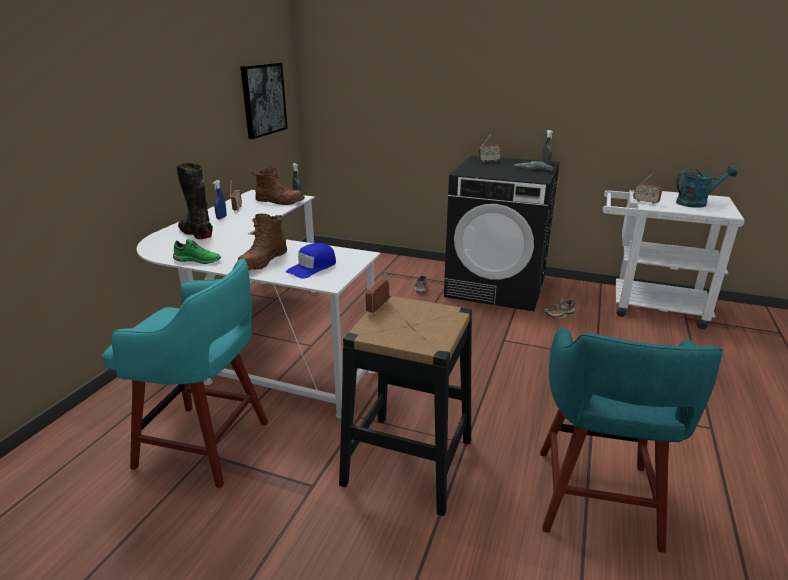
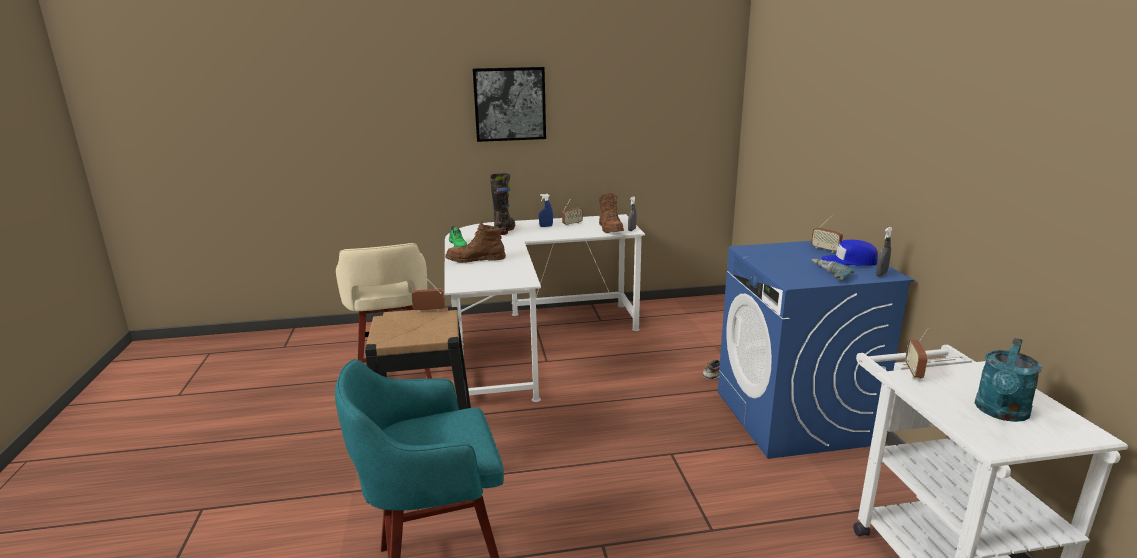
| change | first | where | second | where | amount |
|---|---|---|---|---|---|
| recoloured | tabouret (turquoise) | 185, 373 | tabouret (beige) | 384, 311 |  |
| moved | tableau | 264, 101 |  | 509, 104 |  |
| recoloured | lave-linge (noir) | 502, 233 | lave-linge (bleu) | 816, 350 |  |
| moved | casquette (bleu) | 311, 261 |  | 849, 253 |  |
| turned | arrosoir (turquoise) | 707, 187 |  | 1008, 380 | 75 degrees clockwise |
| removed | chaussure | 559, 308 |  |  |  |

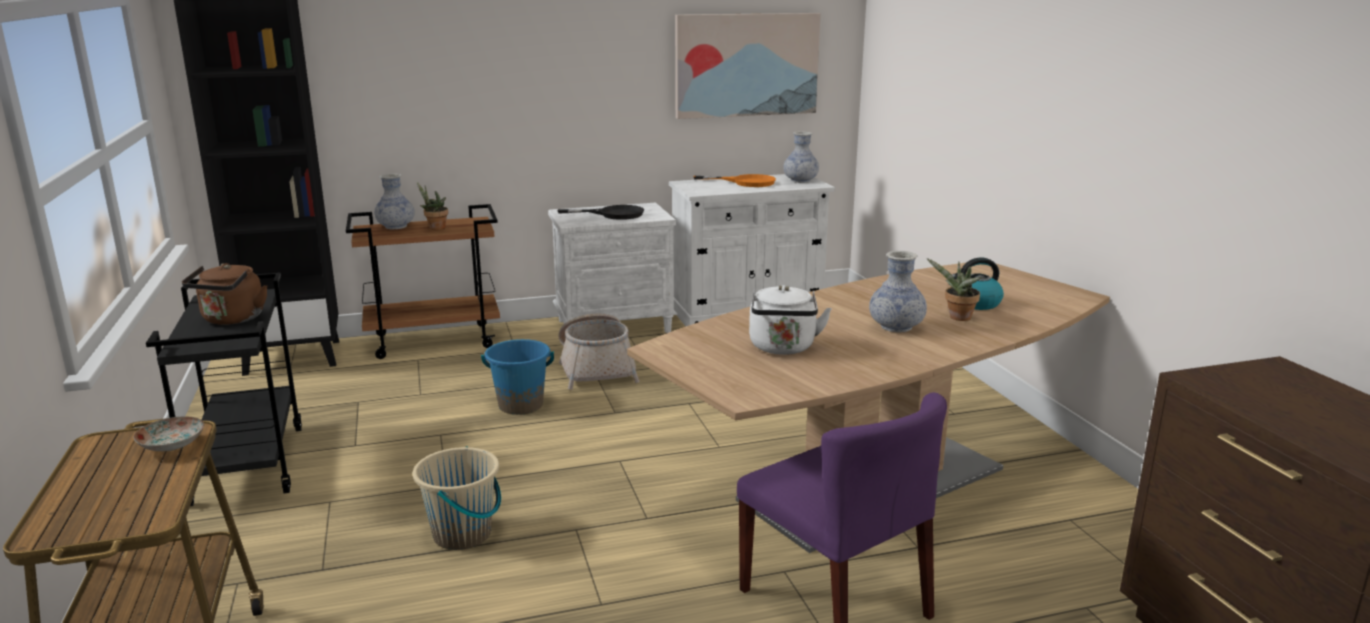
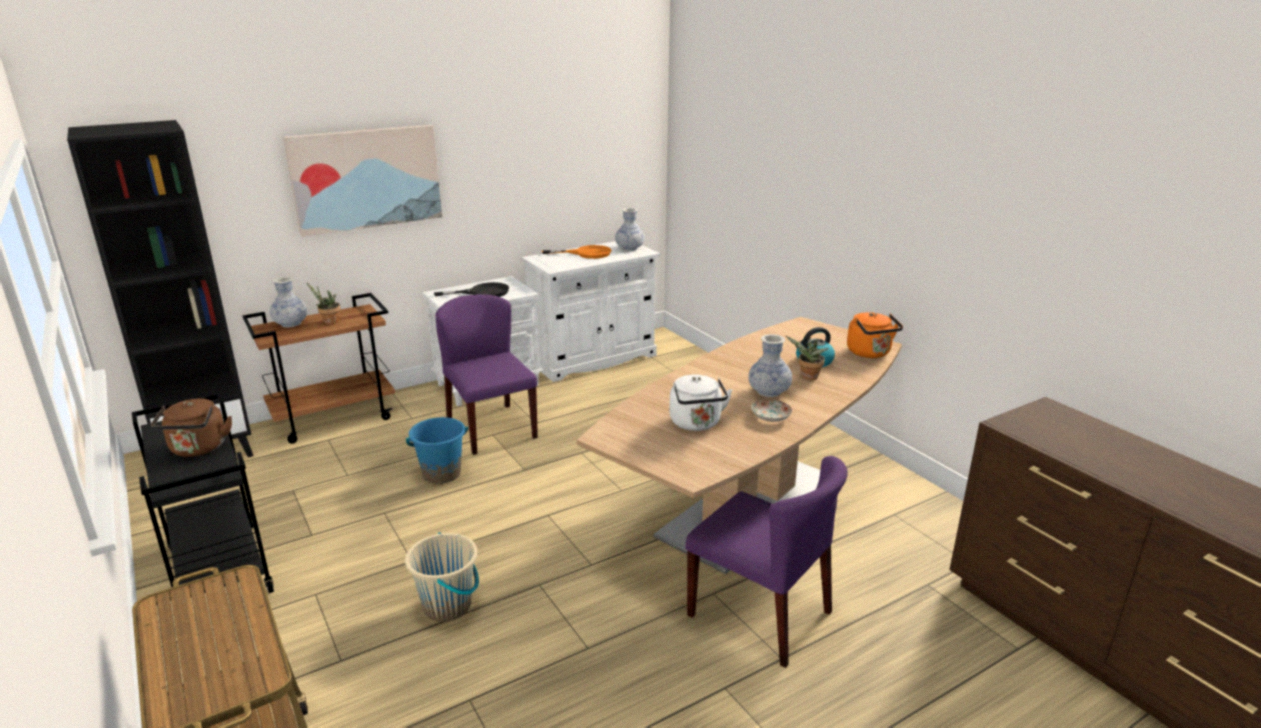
| change | first | where | second | where | amount |
|---|---|---|---|---|---|
| moved | tableau | 748, 66 |  | 362, 181 |  |
| replaced | panier | 599, 352 | chaise (violet) | 486, 374 |  |
| moved | assiette | 168, 433 |  | 771, 410 |  |
| added |  |  | bouilloire (orange) | 875, 335 |  |

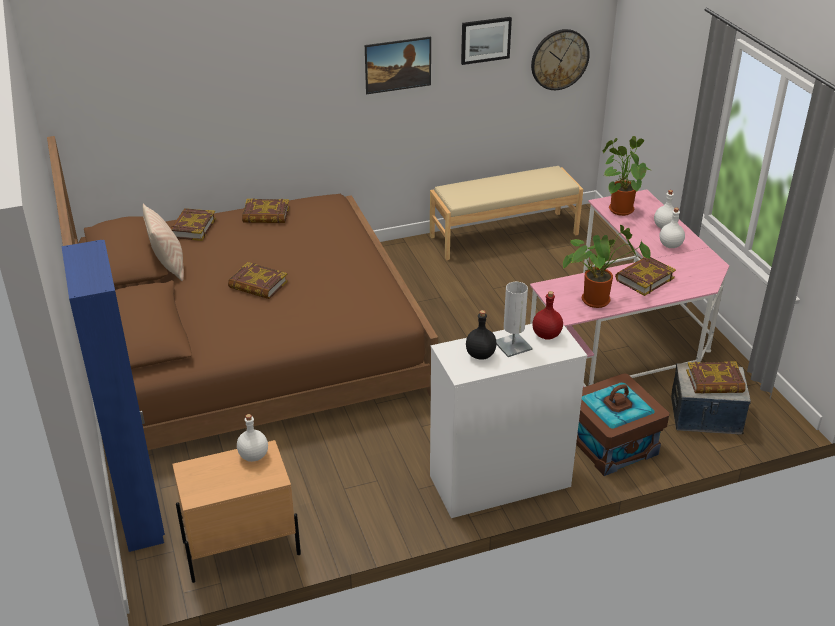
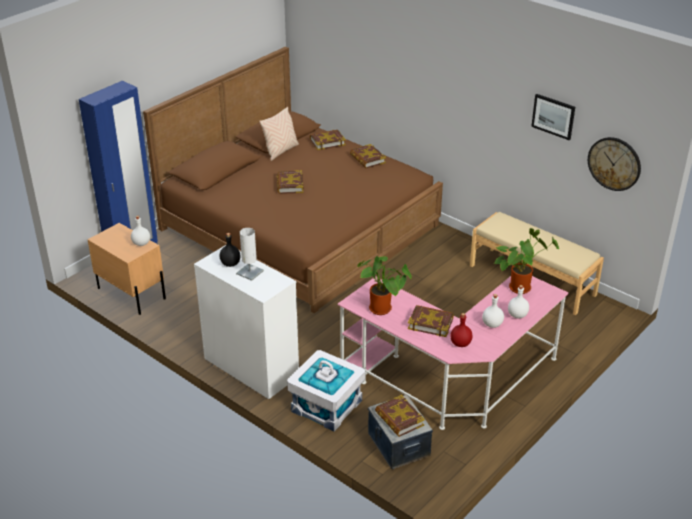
| change | first | where | second | where | amount |
|---|---|---|---|---|---|
| recoloured | boîte de rangement (marron) | 623, 424 | boîte de rangement (blanc) | 326, 391 |  |
| moved | bouteille (rouge) | 547, 315 |  | 461, 330 |  |
| removed | tableau | 398, 65 |  |  |  |

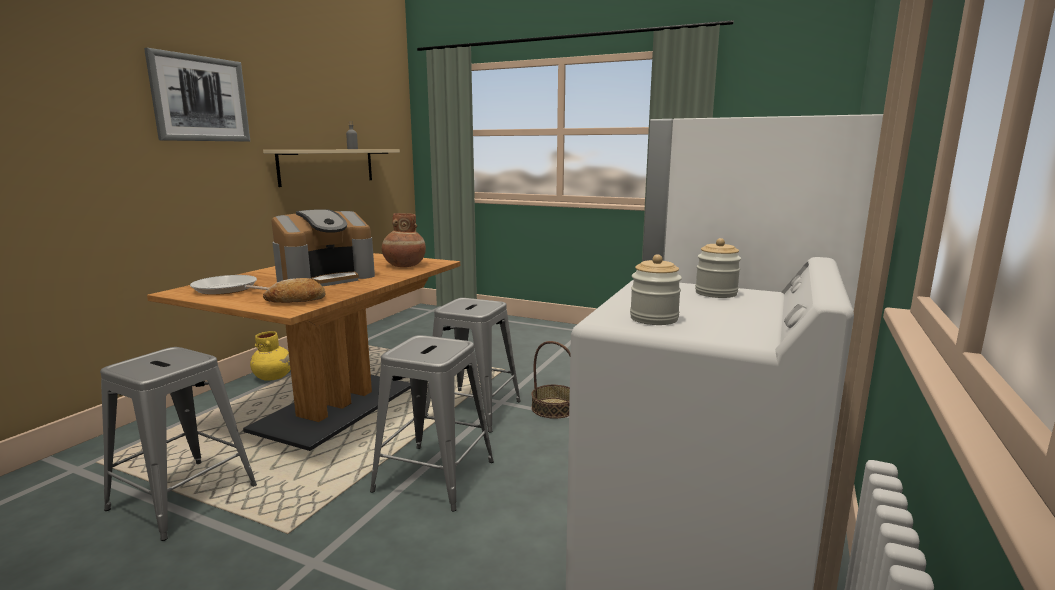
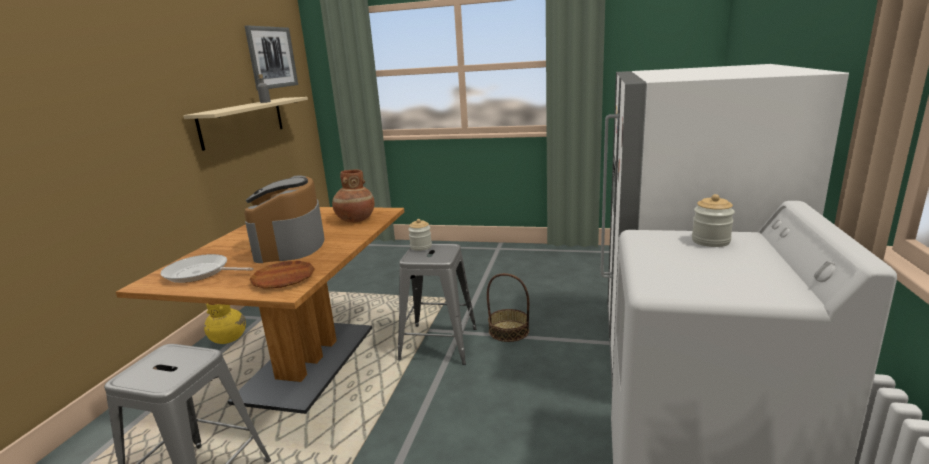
| change | first | where | second | where | amount |
|---|---|---|---|---|---|
| turned | machine à café | 323, 247 |  | 284, 219 | 135 degrees clockwise |
| moved | tableau | 197, 95 |  | 271, 57 |  |
| replaced | pain | 294, 290 | assiette (marron) | 282, 275 |  |
| moved | bocal | 656, 289 |  | 420, 235 |  |
| removed | tabouret (gris) | 432, 423 |  |  |  |

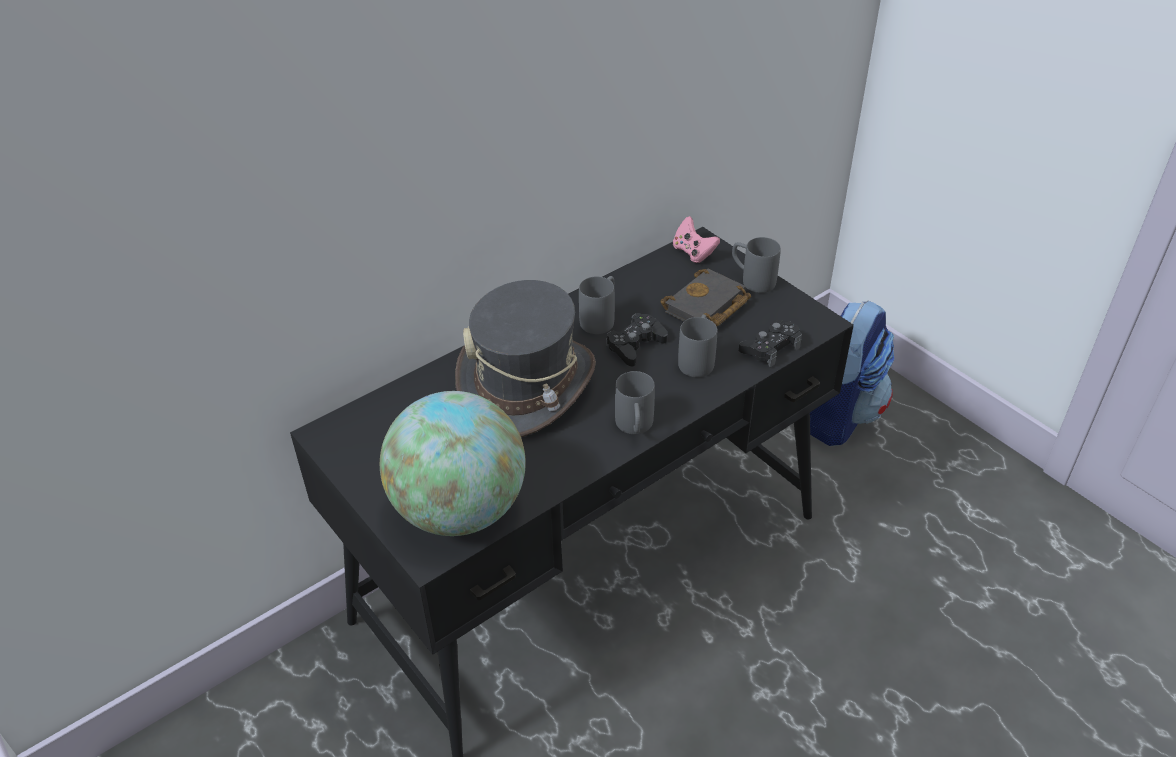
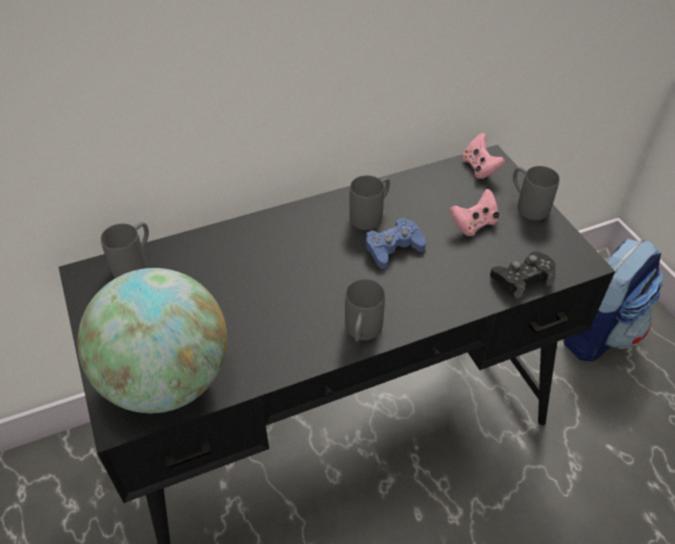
| change | first | where | second | where | amount |
|---|---|---|---|---|---|
| moved | mug (gris) | 697, 345 |  | 125, 250 |  |
| recoloured | manette (noir) | 636, 340 | manette (bleu) | 396, 243 |  |
| replaced | livre (noir) | 705, 297 | manette (rose) | 474, 212 |  |
| removed | chapeau (gris) | 525, 358 |  |  |  |

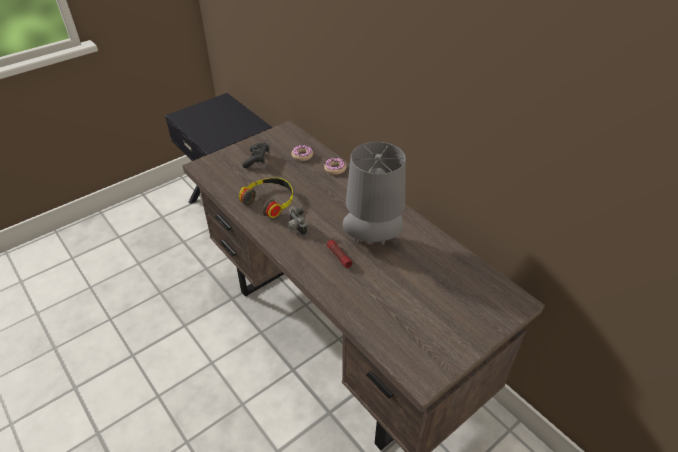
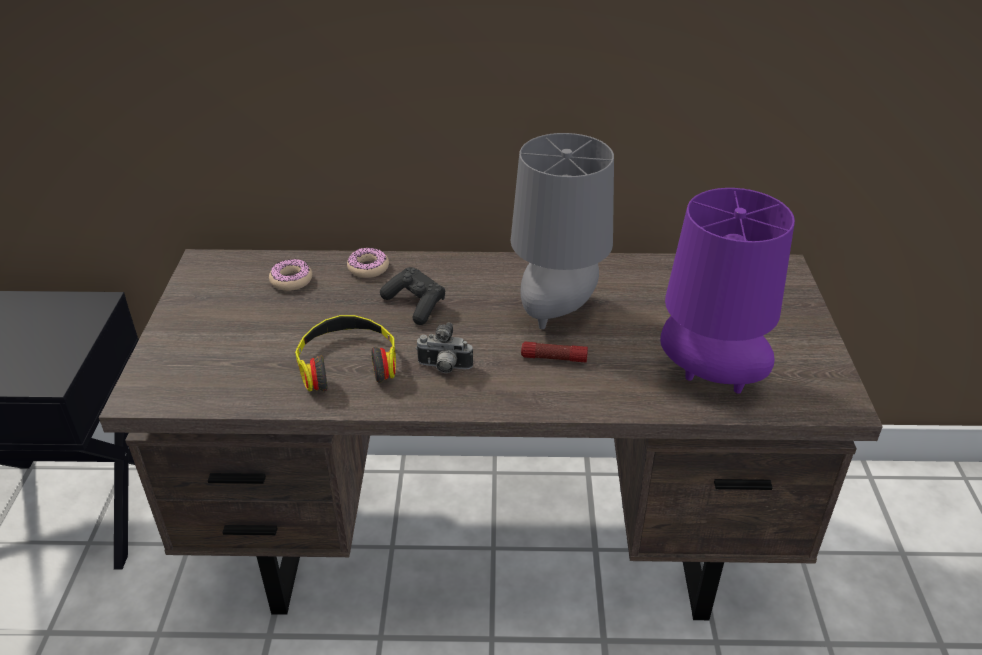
| change | first | where | second | where | amount |
|---|---|---|---|---|---|
| moved | manette (noir) | 256, 155 |  | 412, 296 |  |
| added |  |  | lampe de table (violet) | 727, 291 |  |

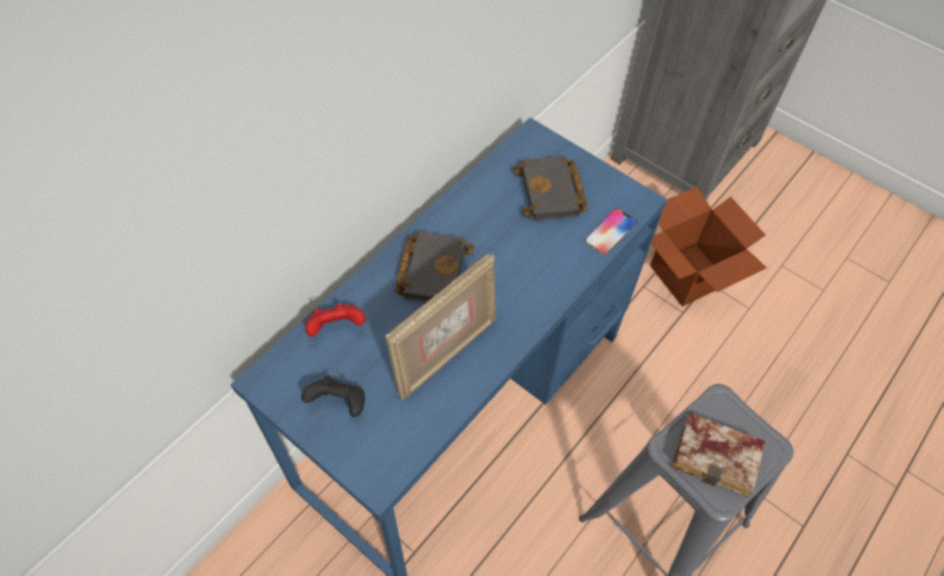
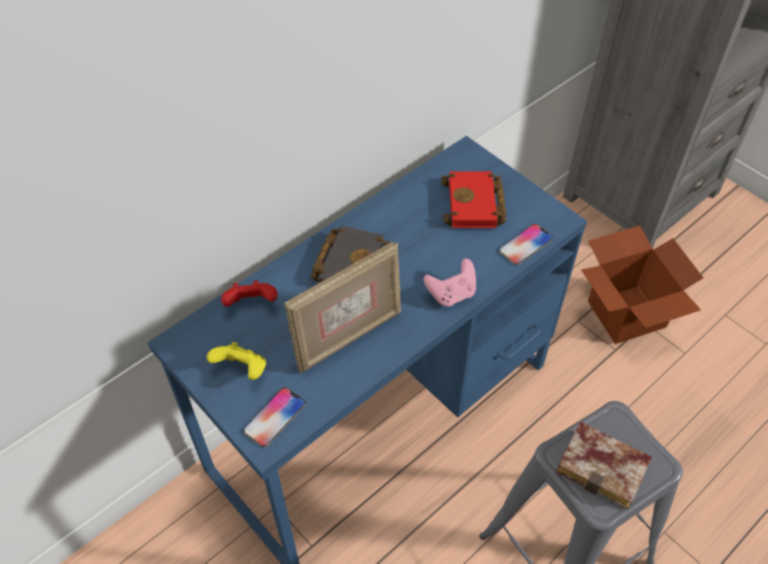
| change | first | where | second | where | amount |
|---|---|---|---|---|---|
| recoloured | manette (noir) | 333, 396 | manette (jaune) | 236, 361 |  |
| added |  |  | téléphone | 274, 417 |  |
| added |  |  | manette (rose) | 450, 282 |  |
| recoloured | livre (noir) | 550, 188 | livre (rouge) | 473, 199 |  |

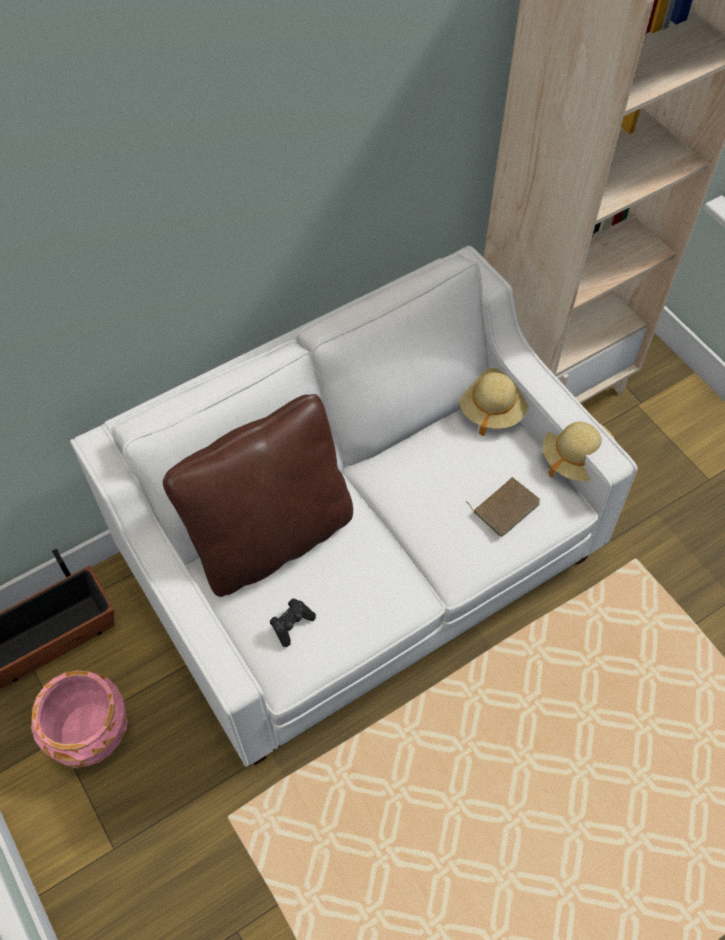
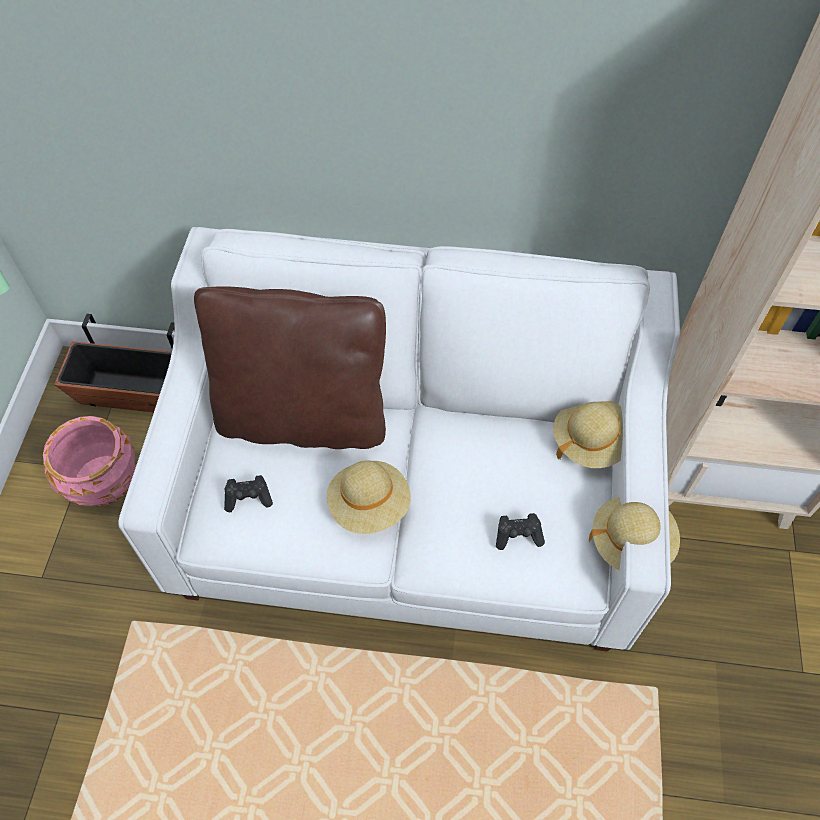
| change | first | where | second | where | amount |
|---|---|---|---|---|---|
| added |  |  | chapeau (beige) | 368, 497 |  |
| replaced | livre (marron) | 503, 507 | manette (noir) | 520, 531 |  |

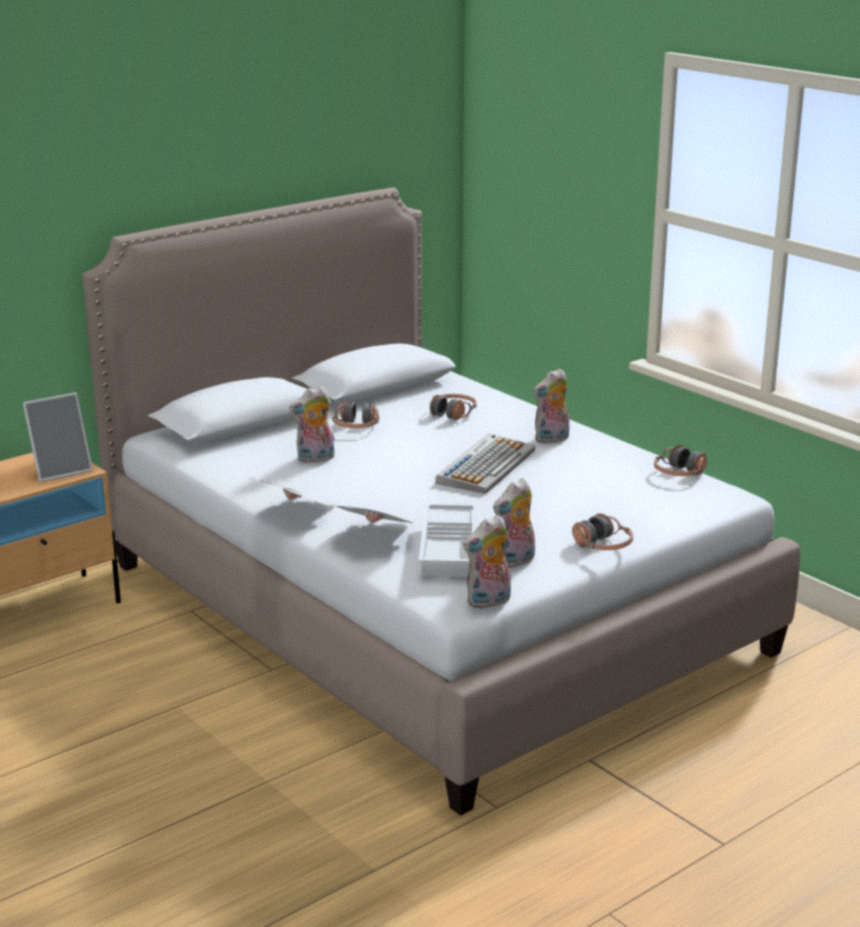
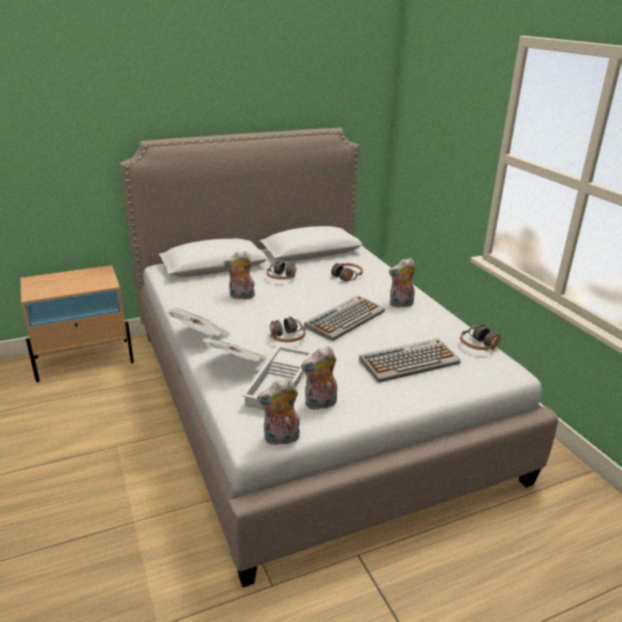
| change | first | where | second | where | amount |
|---|---|---|---|---|---|
| moved | casque audio | 602, 531 |  | 288, 329 |  |
| added |  |  | clavier | 410, 360 |  |
| removed | cadre photo | 58, 437 |  |  |  |

